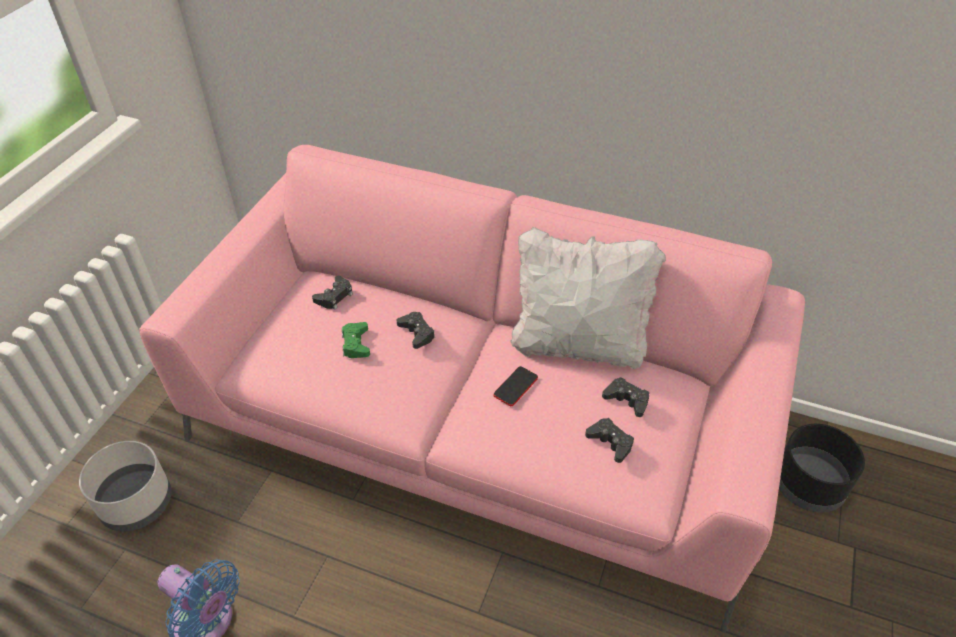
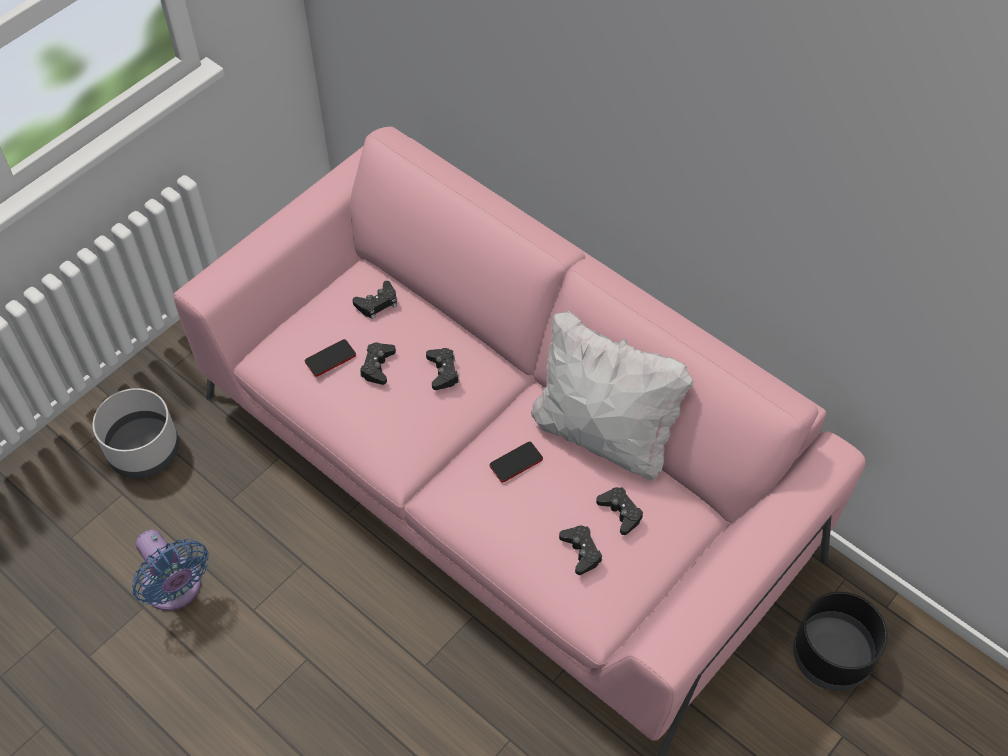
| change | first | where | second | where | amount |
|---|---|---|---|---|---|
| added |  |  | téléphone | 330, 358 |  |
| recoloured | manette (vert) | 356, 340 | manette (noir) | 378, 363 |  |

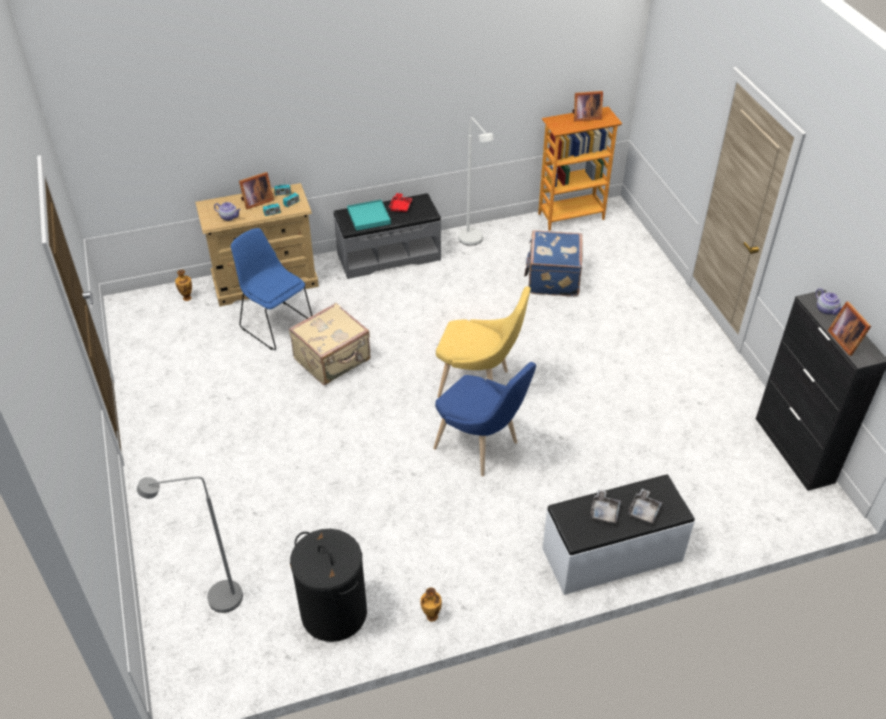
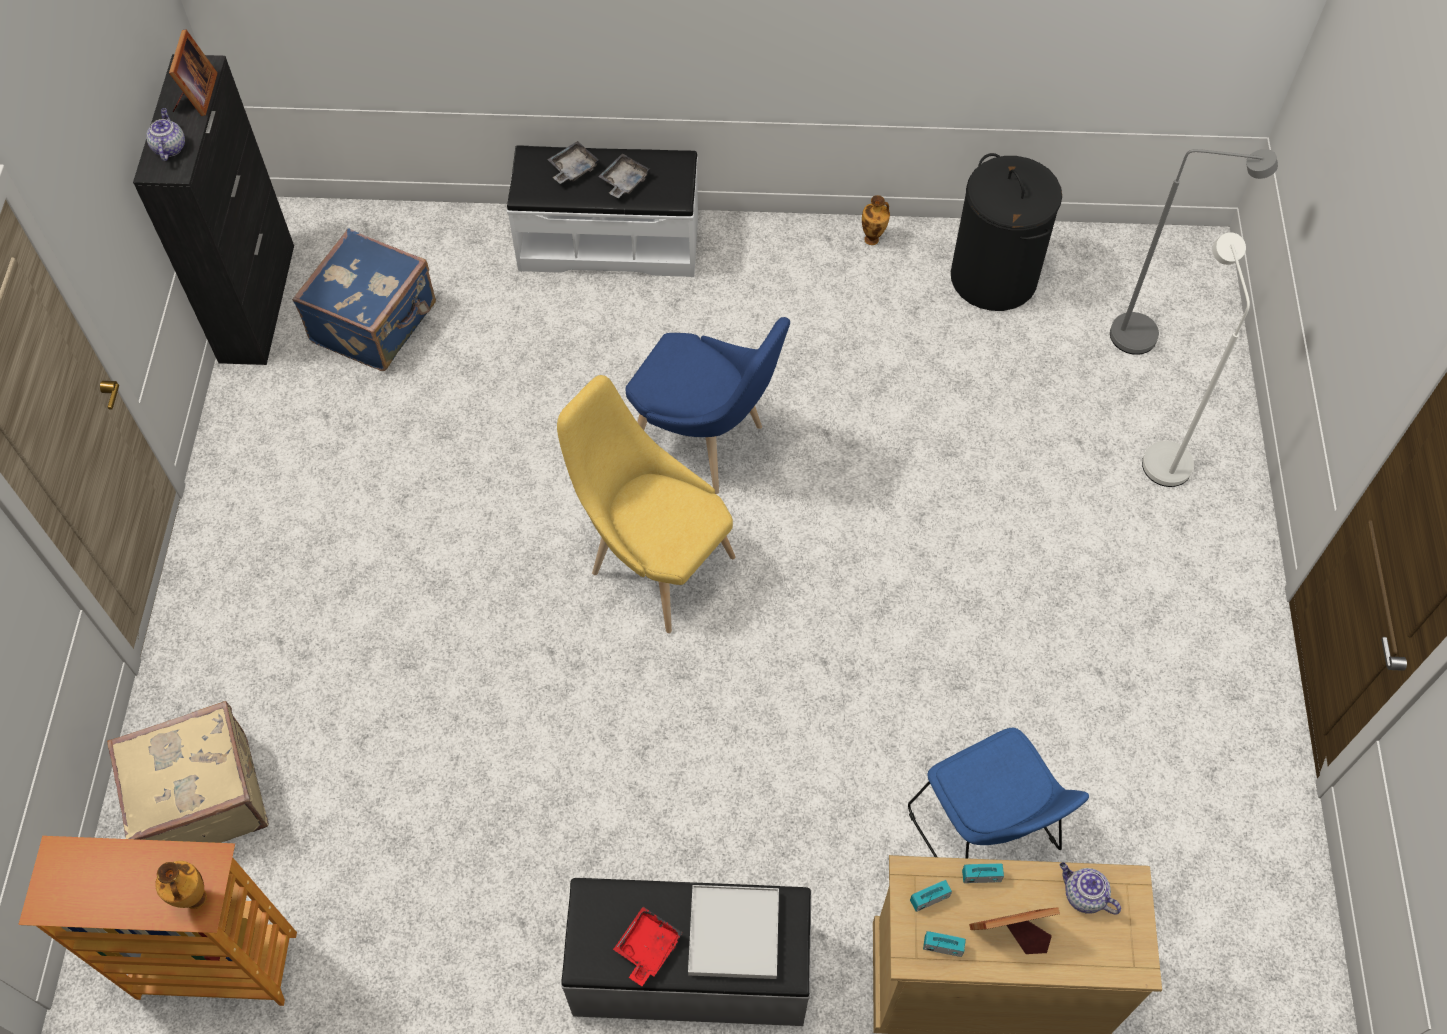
| change | first | where | second | where | amount |
|---|---|---|---|---|---|
| moved | valise (beige) | 330, 344 |  | 188, 772 |  |
| moved | vase | 183, 285 |  | 181, 885 |  |
| moved | valise (bleu) | 553, 263 |  | 364, 299 |  |
| turned | chaise (bleu) | 484, 419 |  | 708, 405 | 150 degrees clockwise |
| recoloured | plateau (turquoise) | 369, 215 | plateau (blanc) | 733, 932 |  |
| moved | lampadaire (blanc) | 476, 181 |  | 1196, 359 |  |
| removed | cadre photo | 587, 106 |  |  |  |

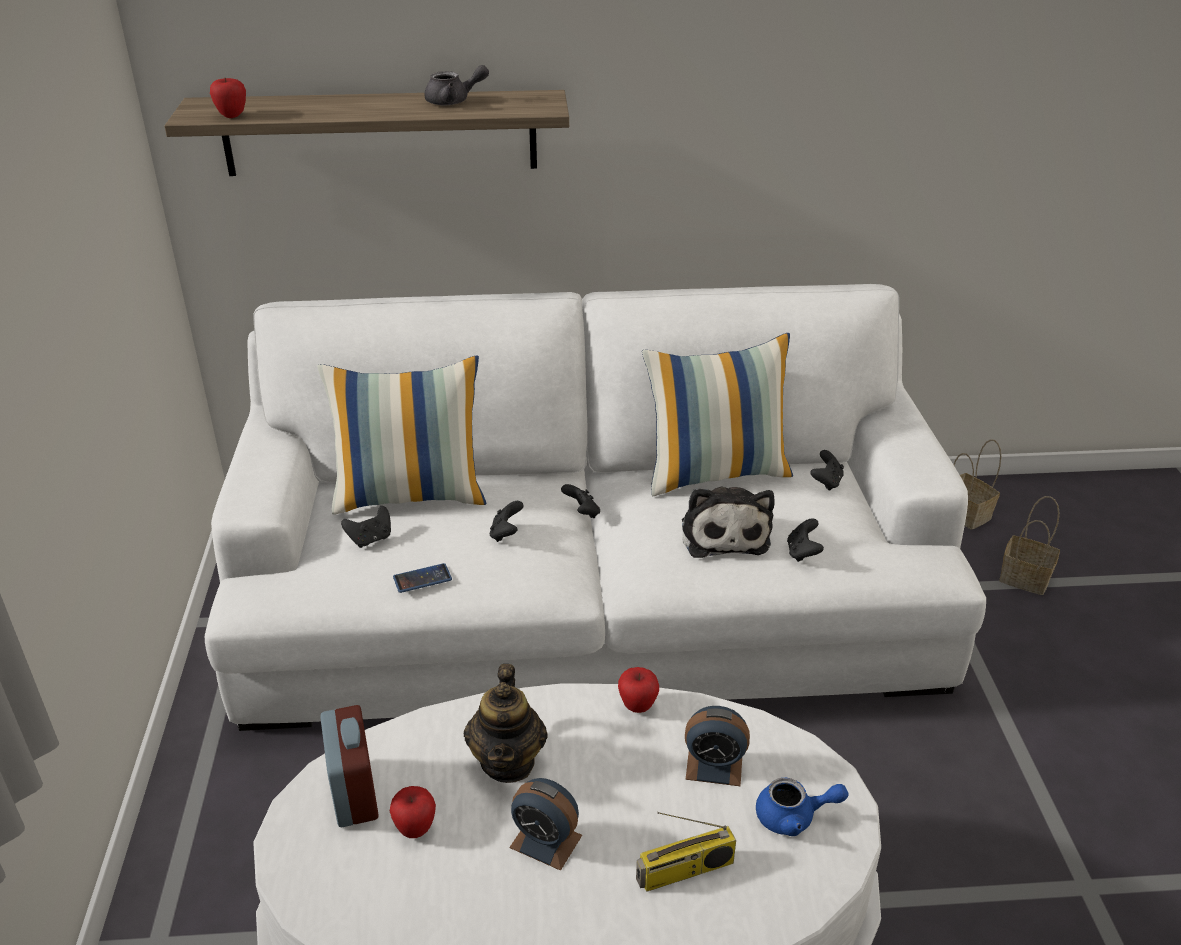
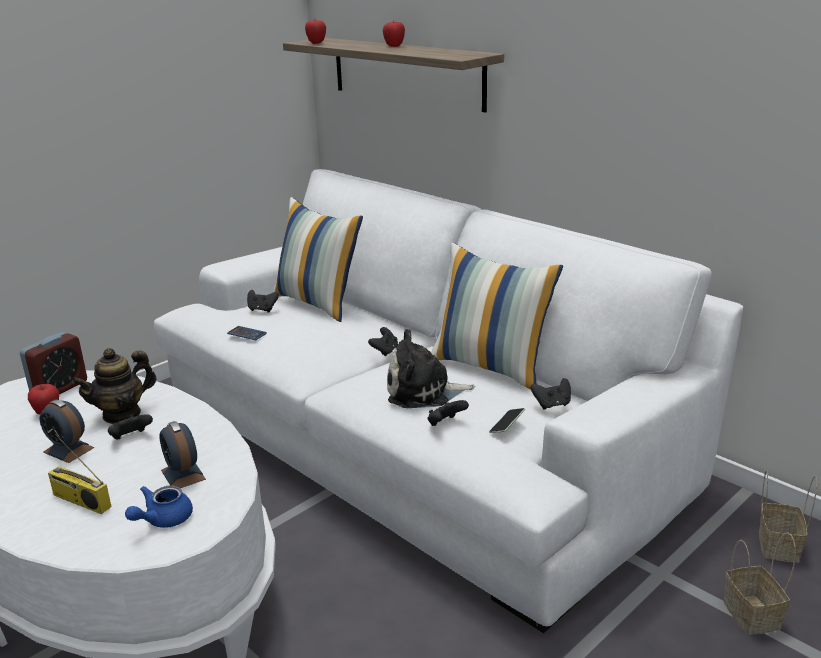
| change | first | where | second | where | amount |
|---|---|---|---|---|---|
| turned | réveil | 545, 824 |  | 67, 431 | 45 degrees counterclockwise |
| moved | manette (noir) | 507, 521 |  | 130, 426 |  |
| turned | théière (bleu) | 802, 807 |  | 159, 506 | 75 degrees clockwise |
| moved | pomme | 638, 690 |  | 394, 34 |  |
| turned | peluche | 728, 522 |  | 431, 368 | 45 degrees clockwise |
| added |  |  | téléphone | 507, 420 |  |
| removed | théière (gris) | 456, 85 |  |  |  |

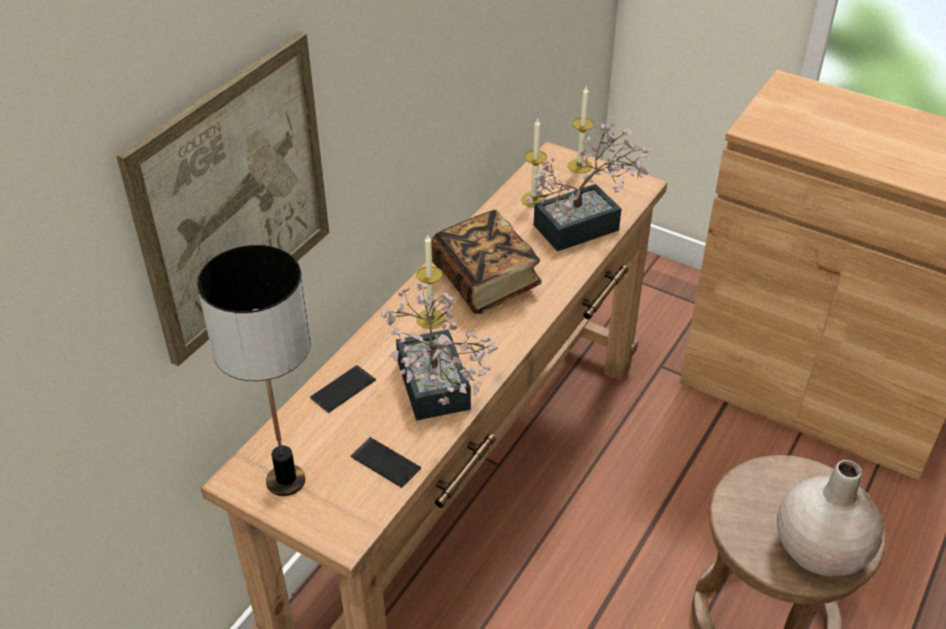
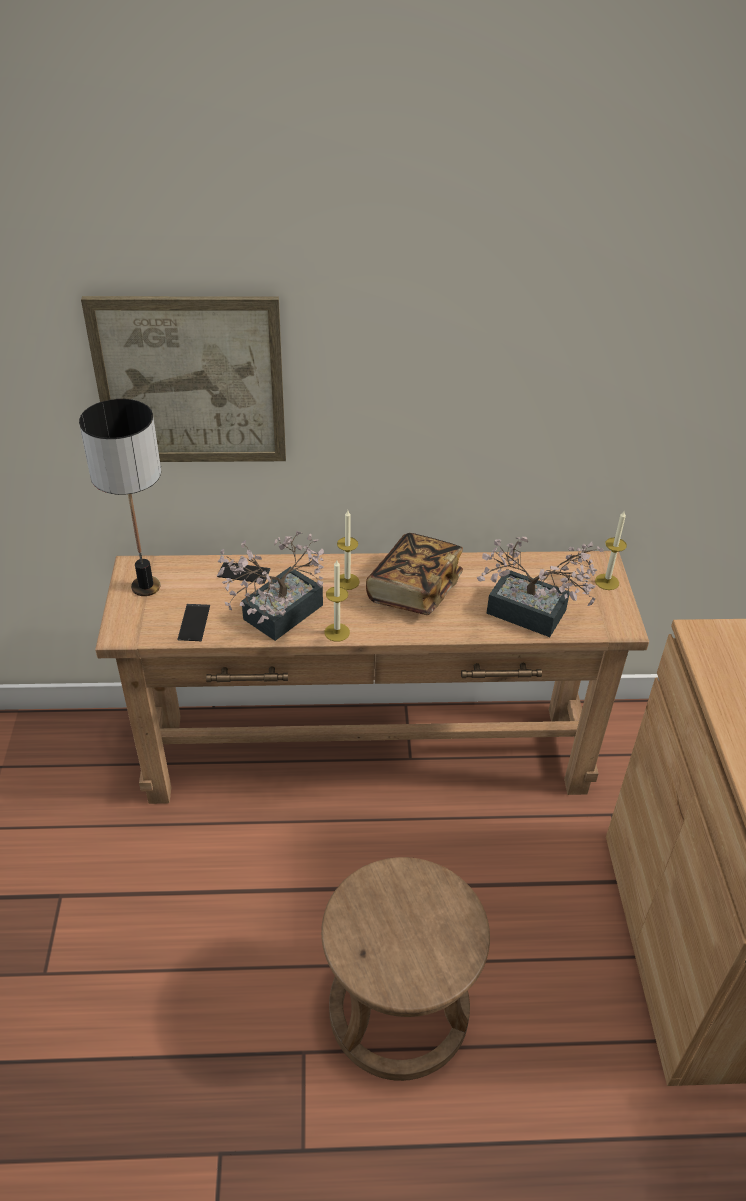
| change | first | where | second | where | amount |
|---|---|---|---|---|---|
| moved | bougie | 534, 163 |  | 337, 601 |  |
| removed | vase (beige) | 830, 518 |  |  |  |

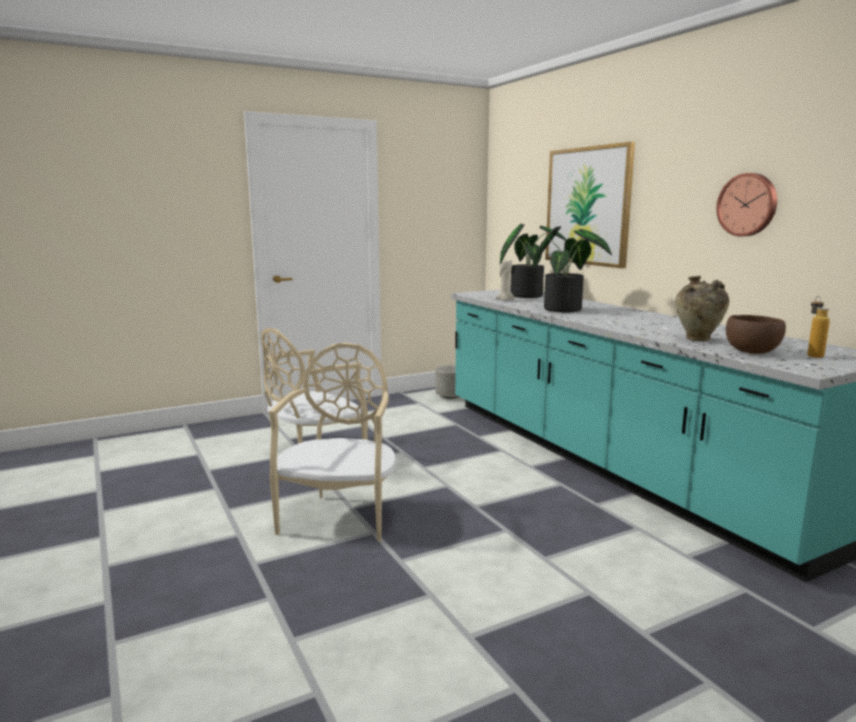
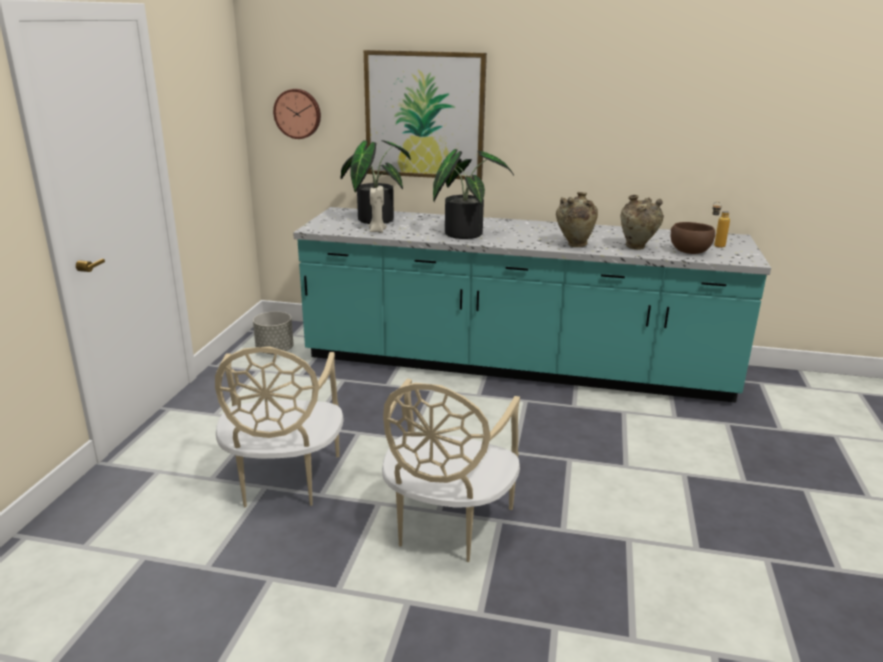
| change | first | where | second | where | amount |
|---|---|---|---|---|---|
| moved | horloge murale | 746, 204 |  | 297, 114 |  |
| turned | chaise (beige) | 332, 442 |  | 451, 470 | 120 degrees counterclockwise |
| added |  |  | vase (beige) | 577, 219 |  |

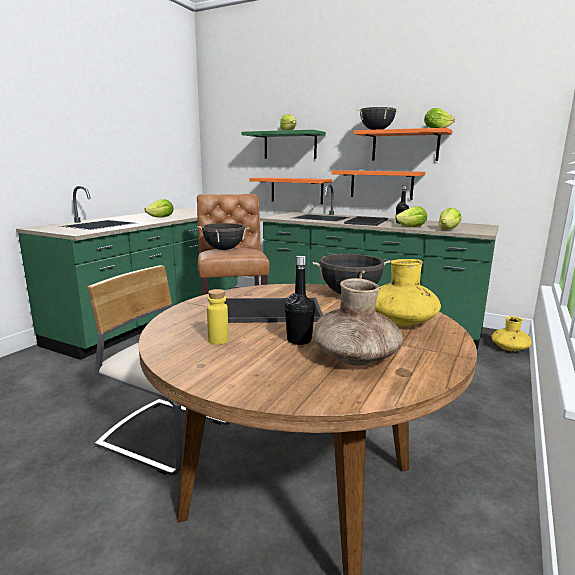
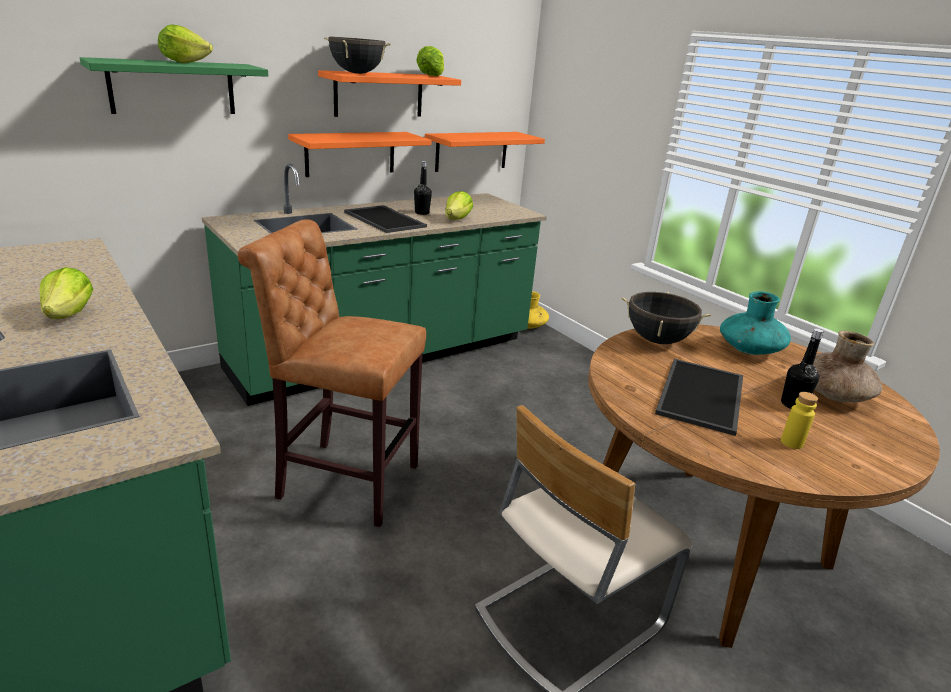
| change | first | where | second | where | amount |
|---|---|---|---|---|---|
| moved | étagère (orange) | 291, 190 |  | 485, 152 |  |
| recoloured | vase (jaune) | 408, 292 | vase (turquoise) | 755, 323 |  |
| removed | marmite (noir) | 224, 236 |  |  |  |
| removed | laitue | 449, 219 |  |  |  |

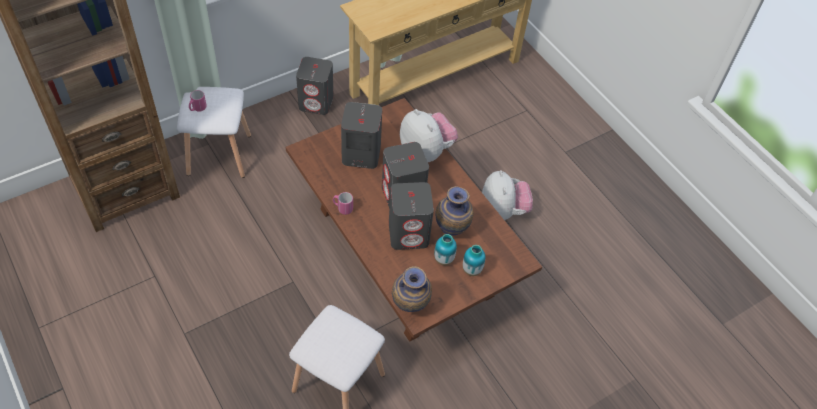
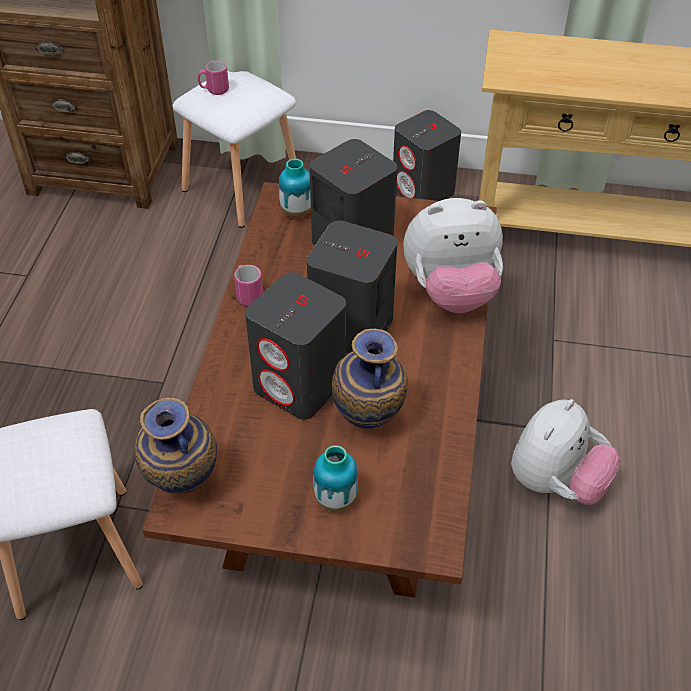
| change | first | where | second | where | amount |
|---|---|---|---|---|---|
| moved | vase | 445, 250 |  | 295, 188 |  |
| turned | peluche | 429, 135 |  | 453, 255 | 75 degrees clockwise |

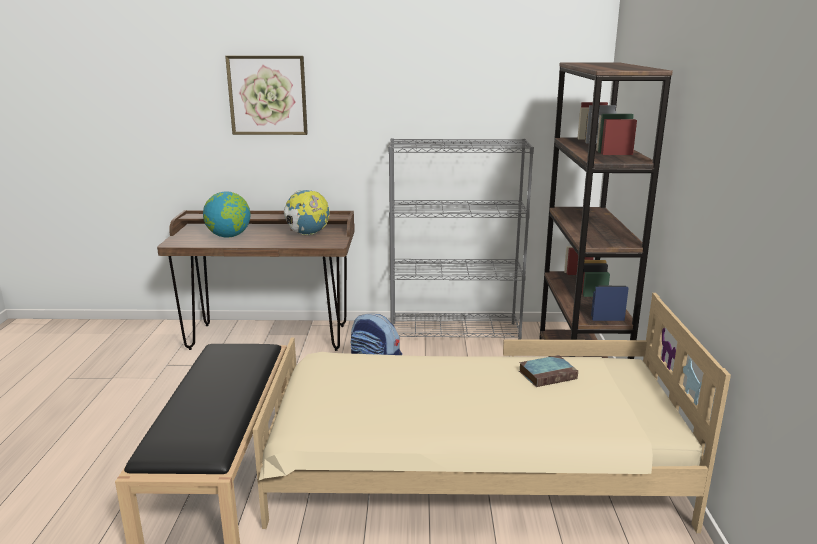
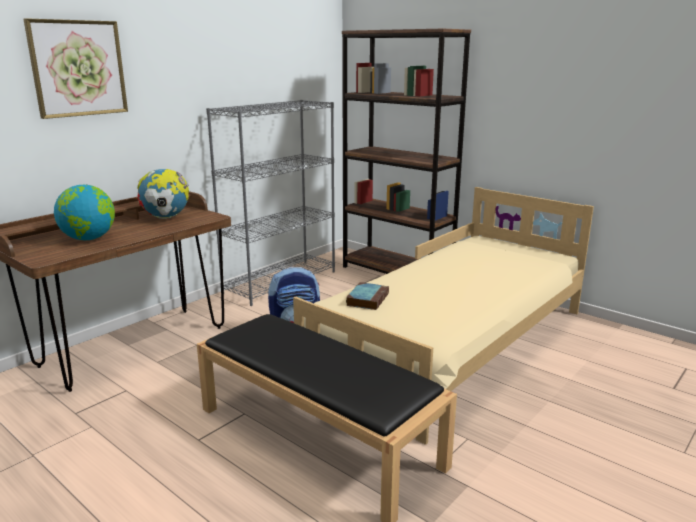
| change | first | where | second | where | amount |
|---|---|---|---|---|---|
| moved | livre | 548, 371 |  | 367, 296 |  |

